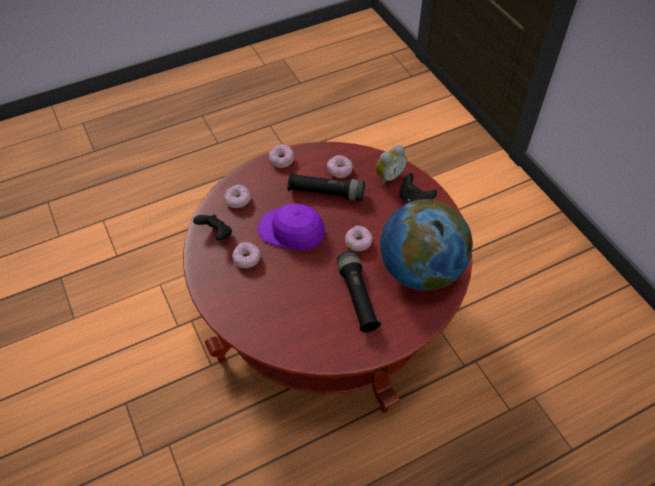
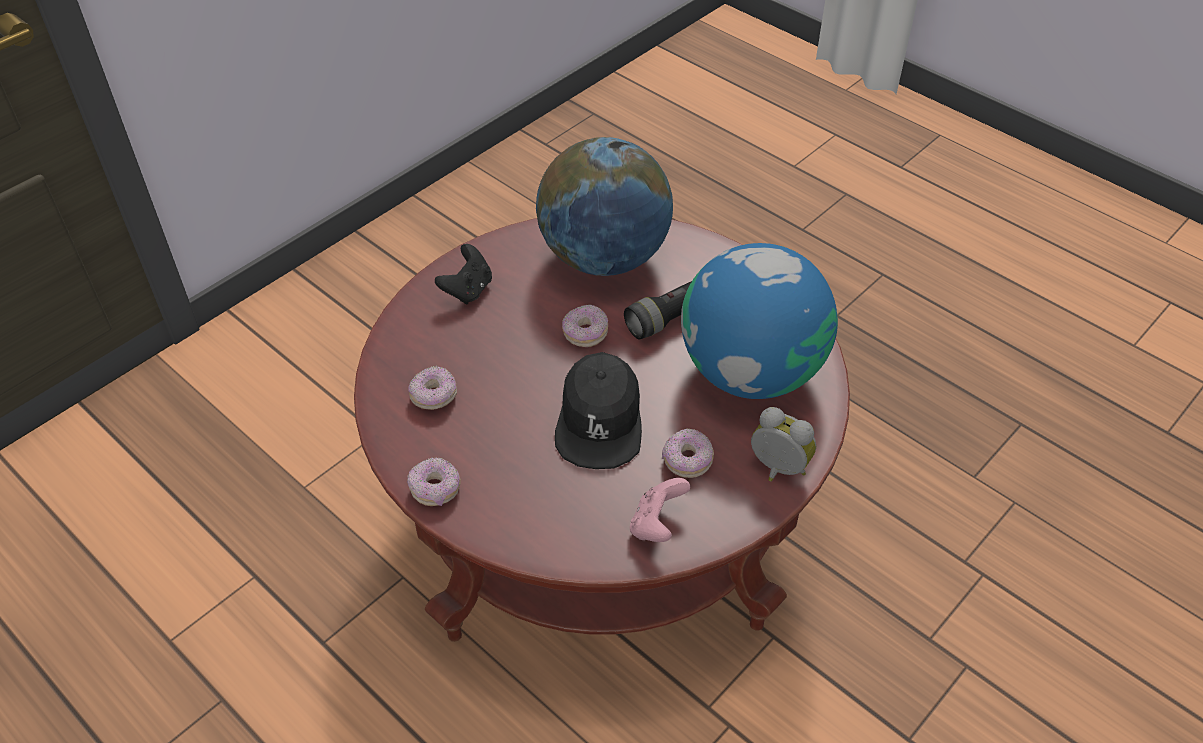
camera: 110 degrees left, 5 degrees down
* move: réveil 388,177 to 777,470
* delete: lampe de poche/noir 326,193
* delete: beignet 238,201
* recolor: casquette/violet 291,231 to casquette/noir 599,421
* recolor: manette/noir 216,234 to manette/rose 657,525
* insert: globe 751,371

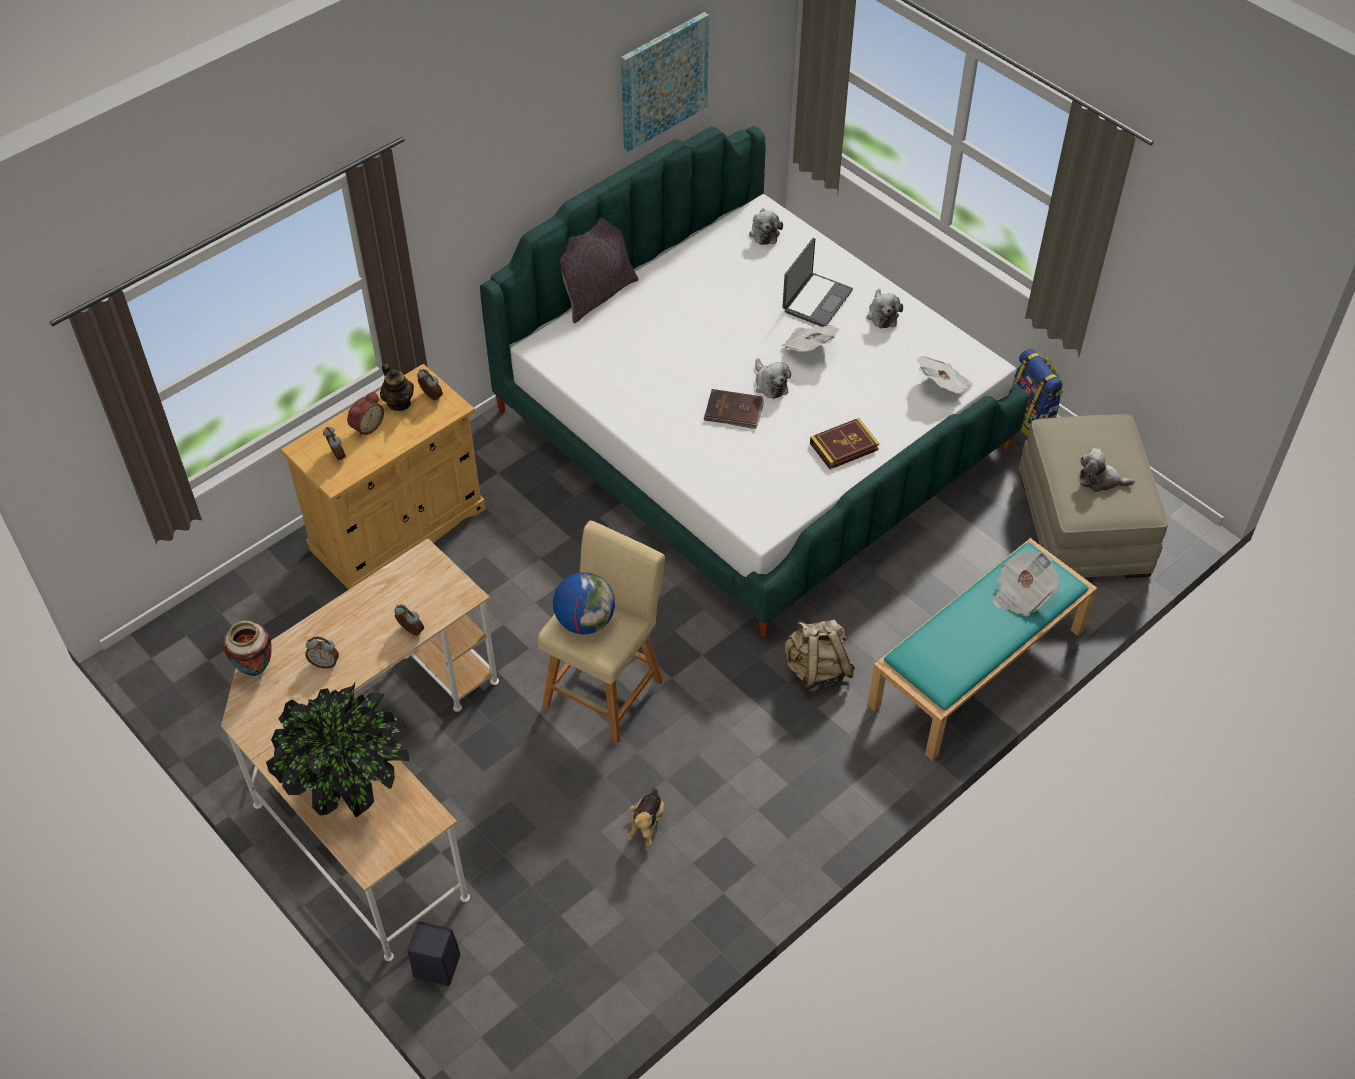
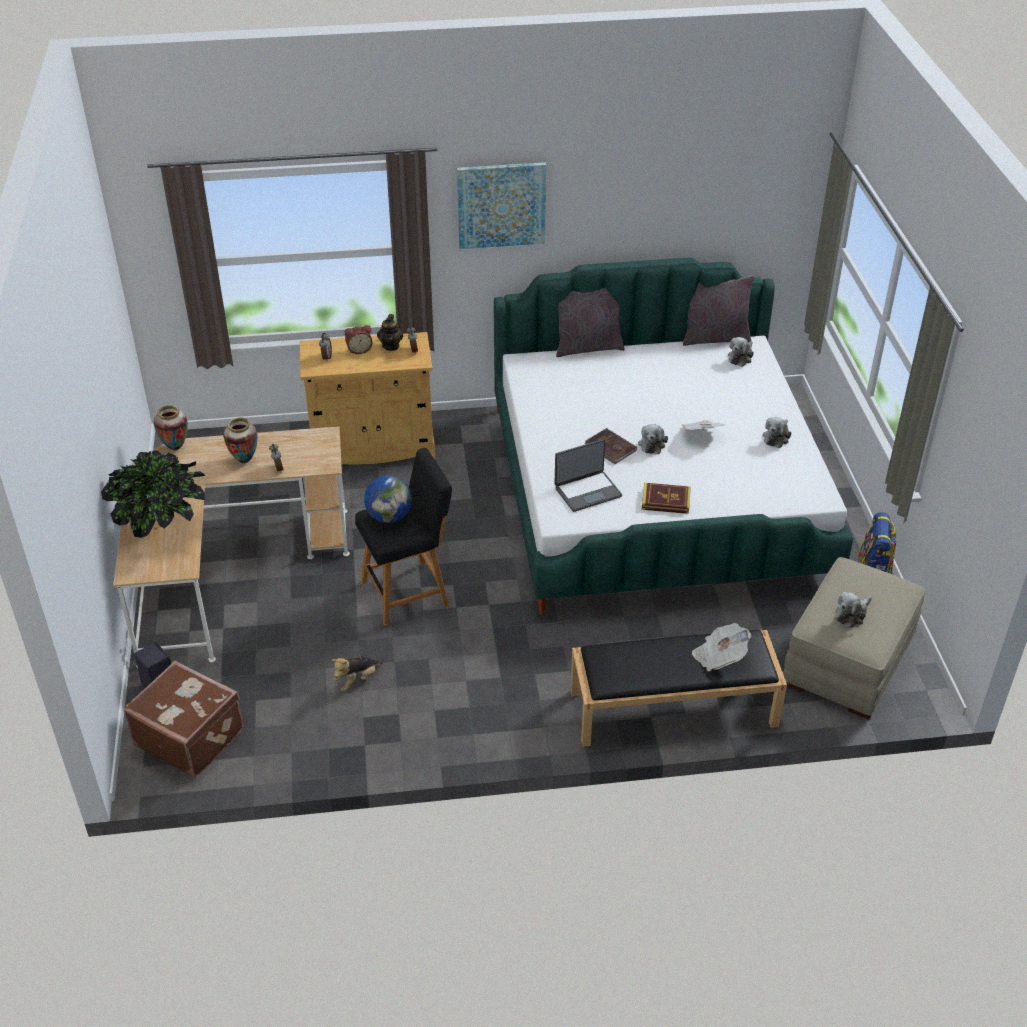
camera: 35 degrees right, 10 degrees down
* move: tableau 663,81 to 501,205
* move: ordinateur portable 816,300 to 587,491
* delete: journal 943,386
* rotate: peluche 1100,480 = 852,614 90 degrees counterclockwise
* recolor: tabouret/beige 606,688 to tabouret/noir 409,592
* recolor: banc/turquoise 977,669 to banc/noir 672,709
* delete: sac à dos/beige 816,671
* delete: réveil 325,663
* insert: coussin/gris 715,338
* insert: vase 244,460
* insert: valise/marron 190,736

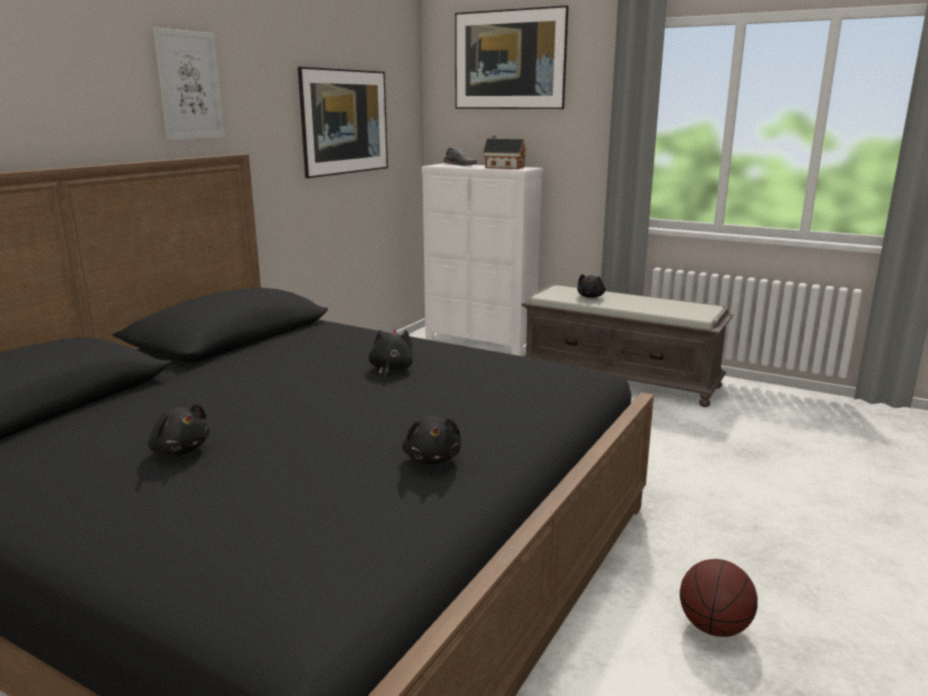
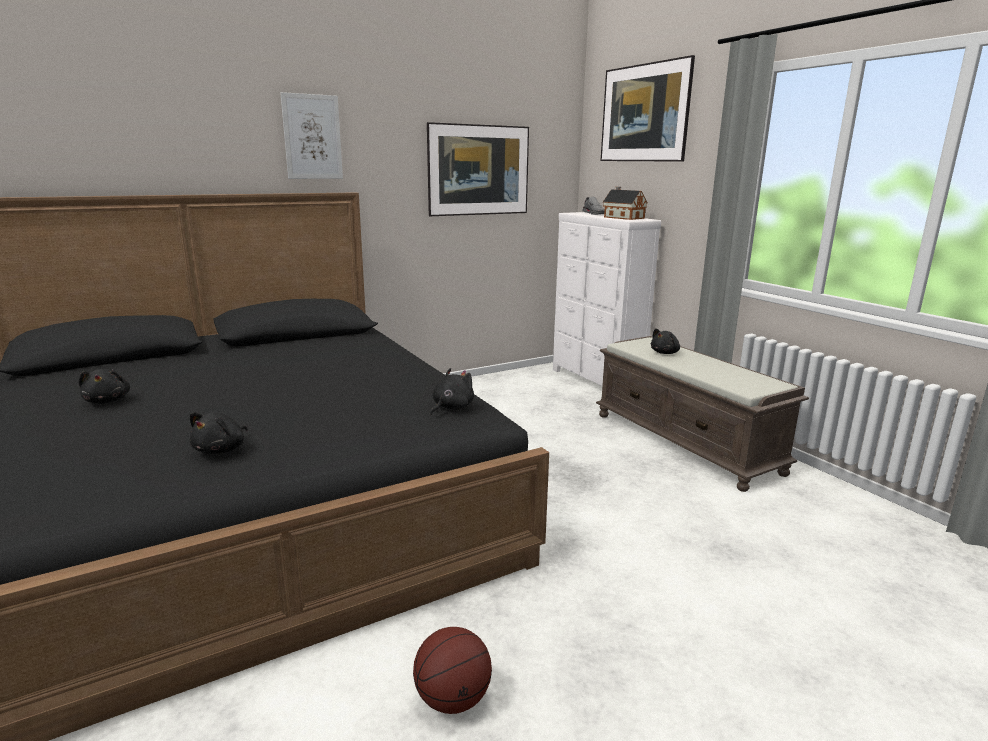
camera: 30 degrees right, 0 degrees up
* move: peluche/noir 391,369 to 451,408

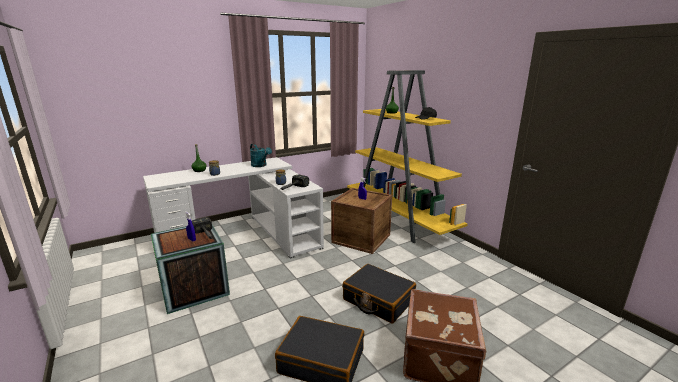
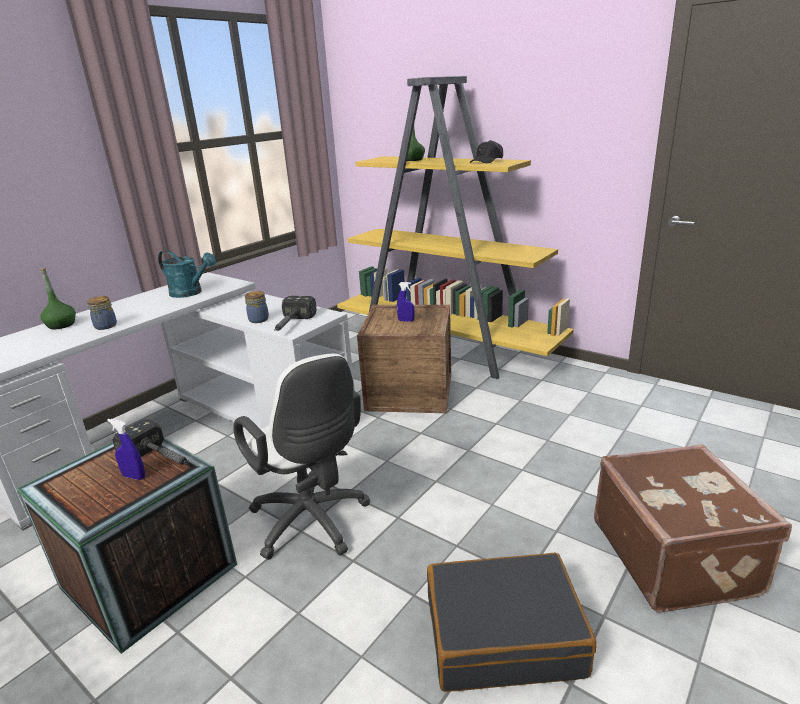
camera: 20 degrees left, 5 degrees up
* delete: valise/noir 378,300
* insert: chaise de bureau/blanc 313,523

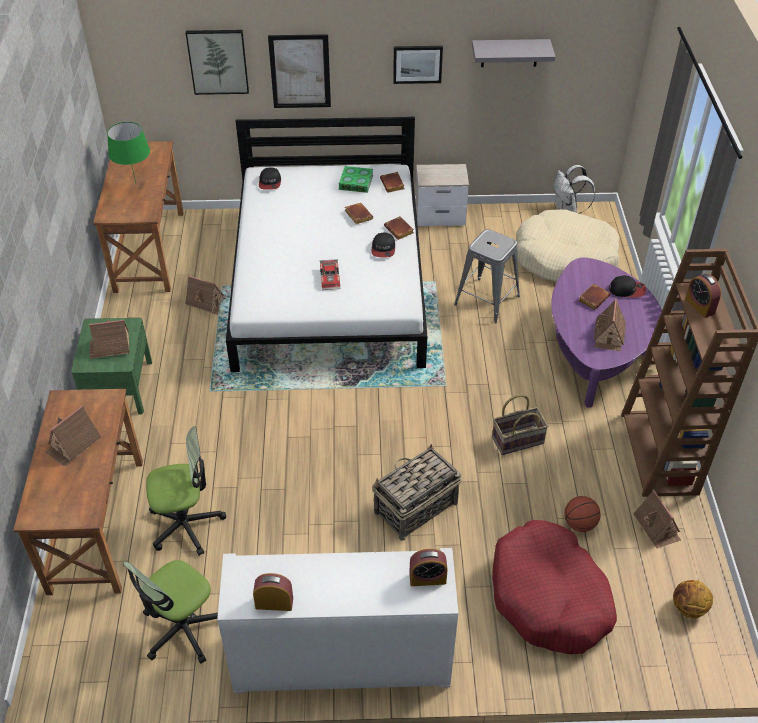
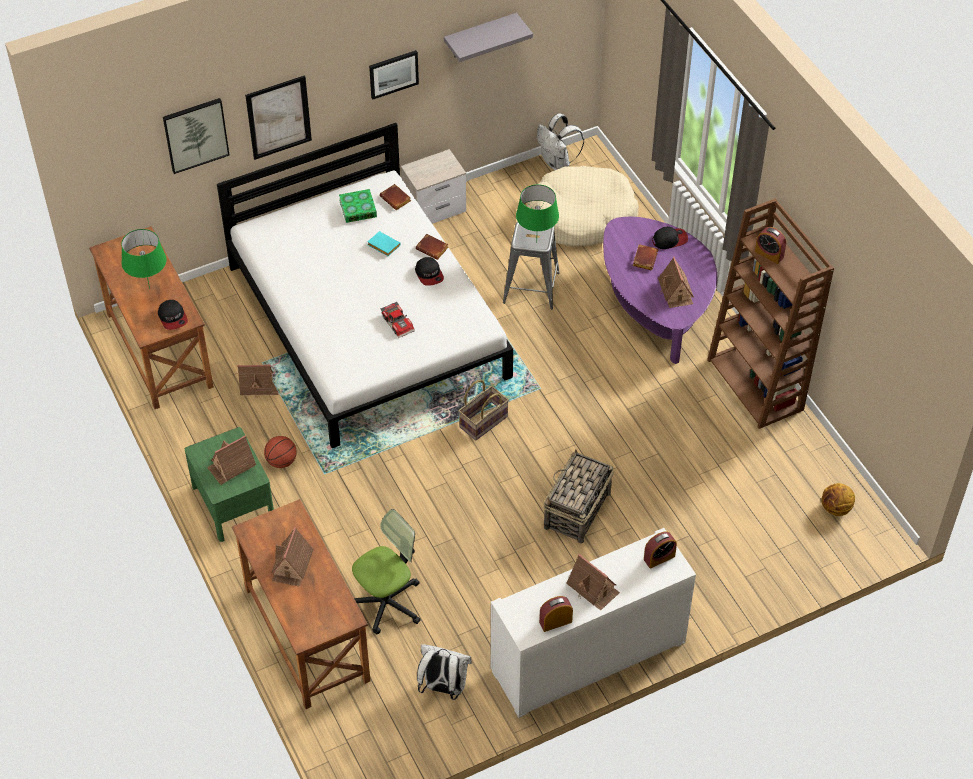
camera: 25 degrees left, 5 degrees up
* move: casquette 270,182 to 173,317
* recolor: livre/marron 357,215 to livre/turquoise 382,246
* move: panier 517,439 to 483,421
* move: maison miniature 657,527 to 593,588
* move: ballon de basket 579,524 to 281,461
* delete: panier pour chien/rouge 549,597
* replace: chaise de bureau 182,629 to sac à dos/blanc 443,687
* insert: lampe de table/vert 536,242

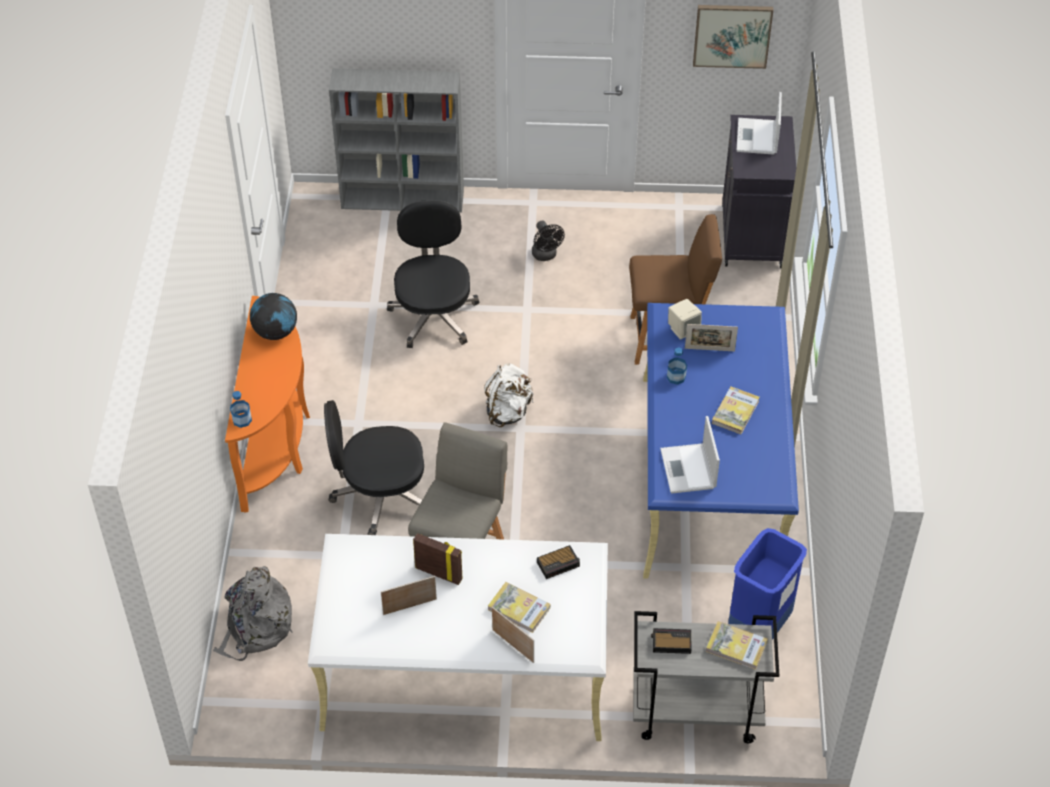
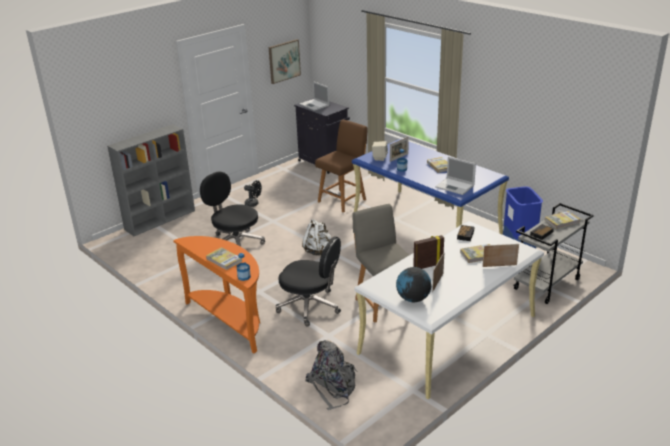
camera: 45 degrees left, 20 degrees down
* move: globe 275,332 to 413,299
* rotate: chaise de bureau/noir 380,496 = 310,306 105 degrees counterclockwise
* insert: livre 224,260

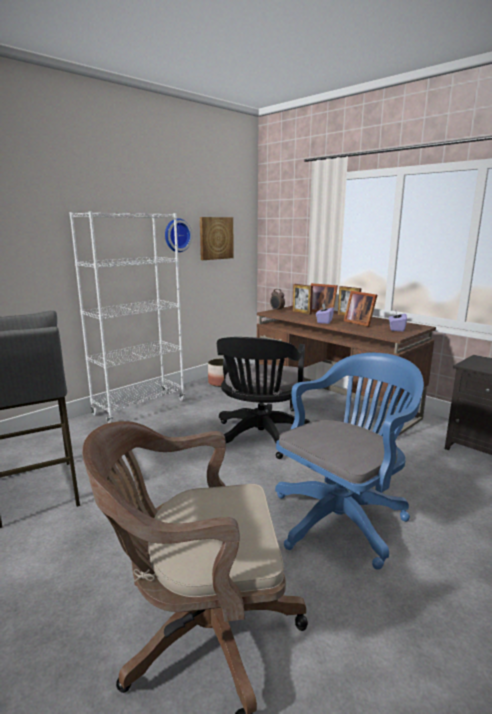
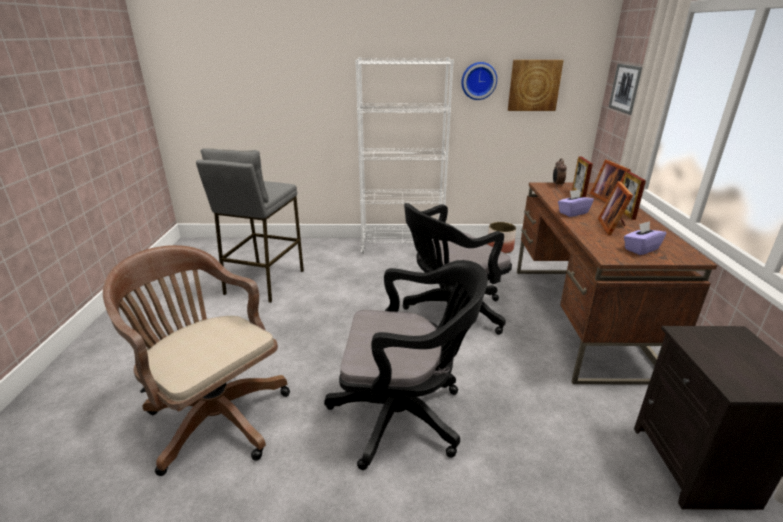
camera: 45 degrees right, 10 degrees up
* recolor: chaise de bureau/bleu 343,517 to chaise de bureau/noir 404,416
* insert: tableau 627,88

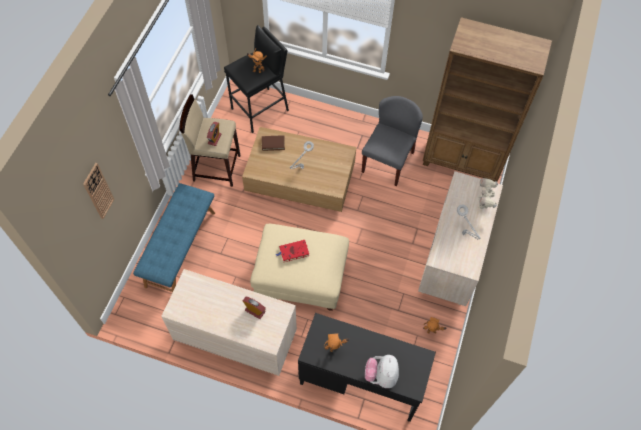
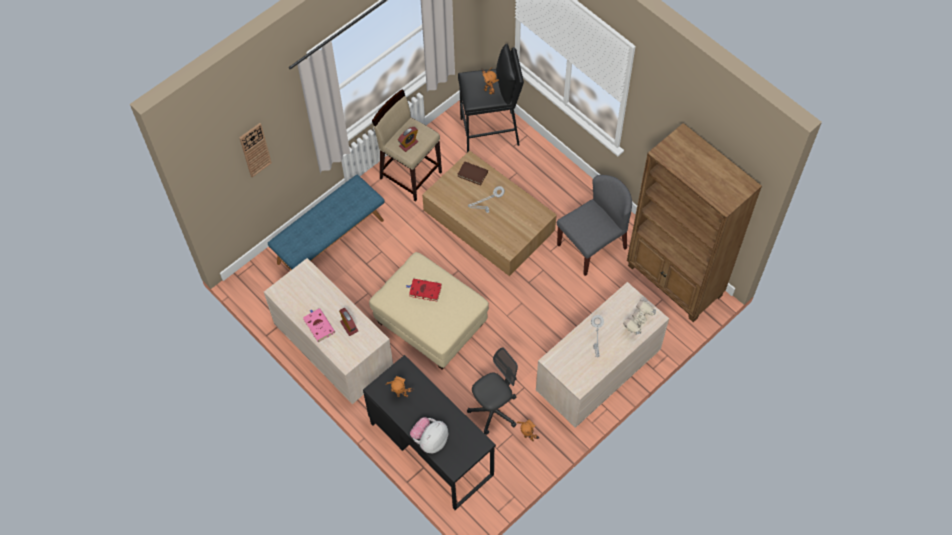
camera: 30 degrees right, 0 degrees up
* insert: livre/rose 318,325
* insert: chaise de bureau/gris 493,411

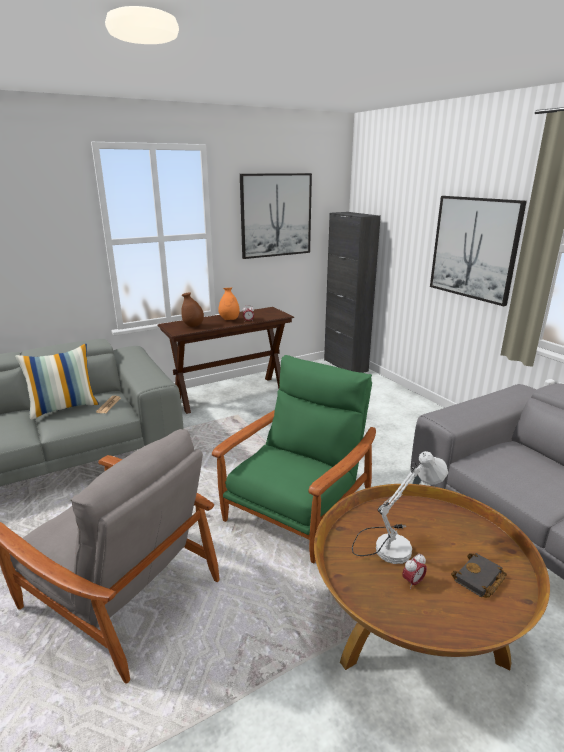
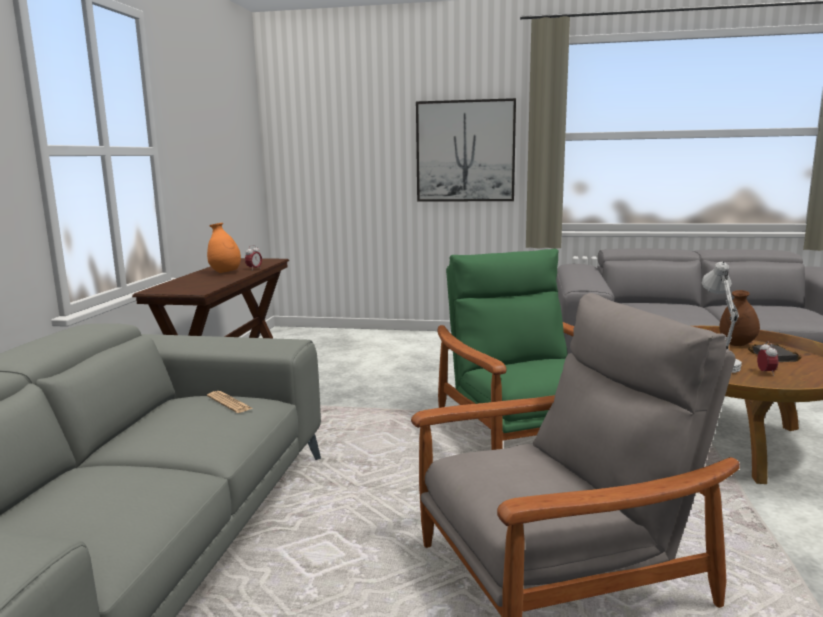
camera: 50 degrees left, 10 degrees down
* delete: tableau 276,215
* delete: meuble de rangement/noir 345,365
* move: vase/marron 193,326 to 737,344
* delete: coussin 64,407

